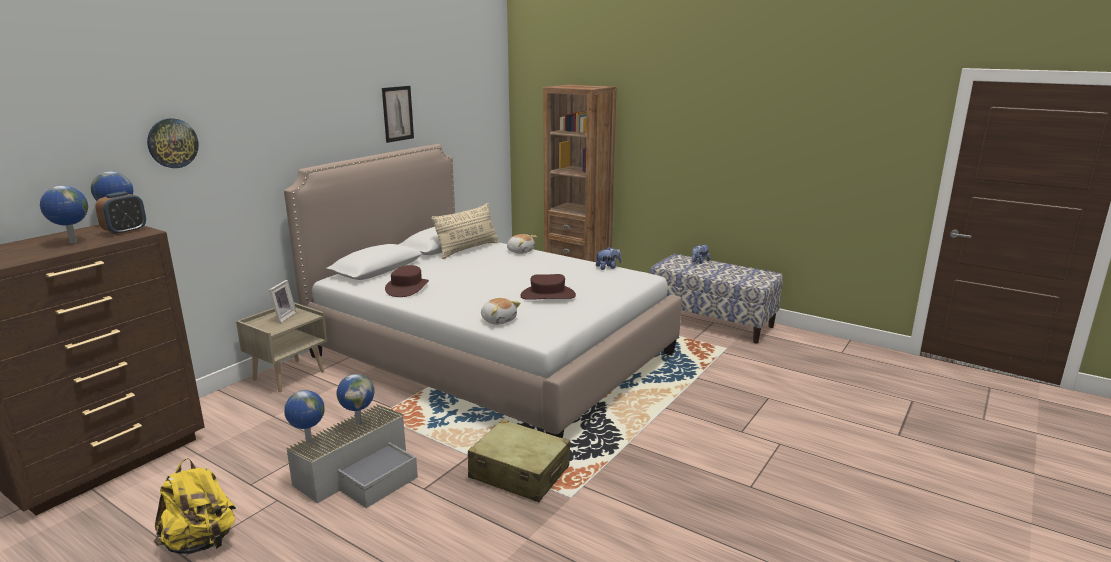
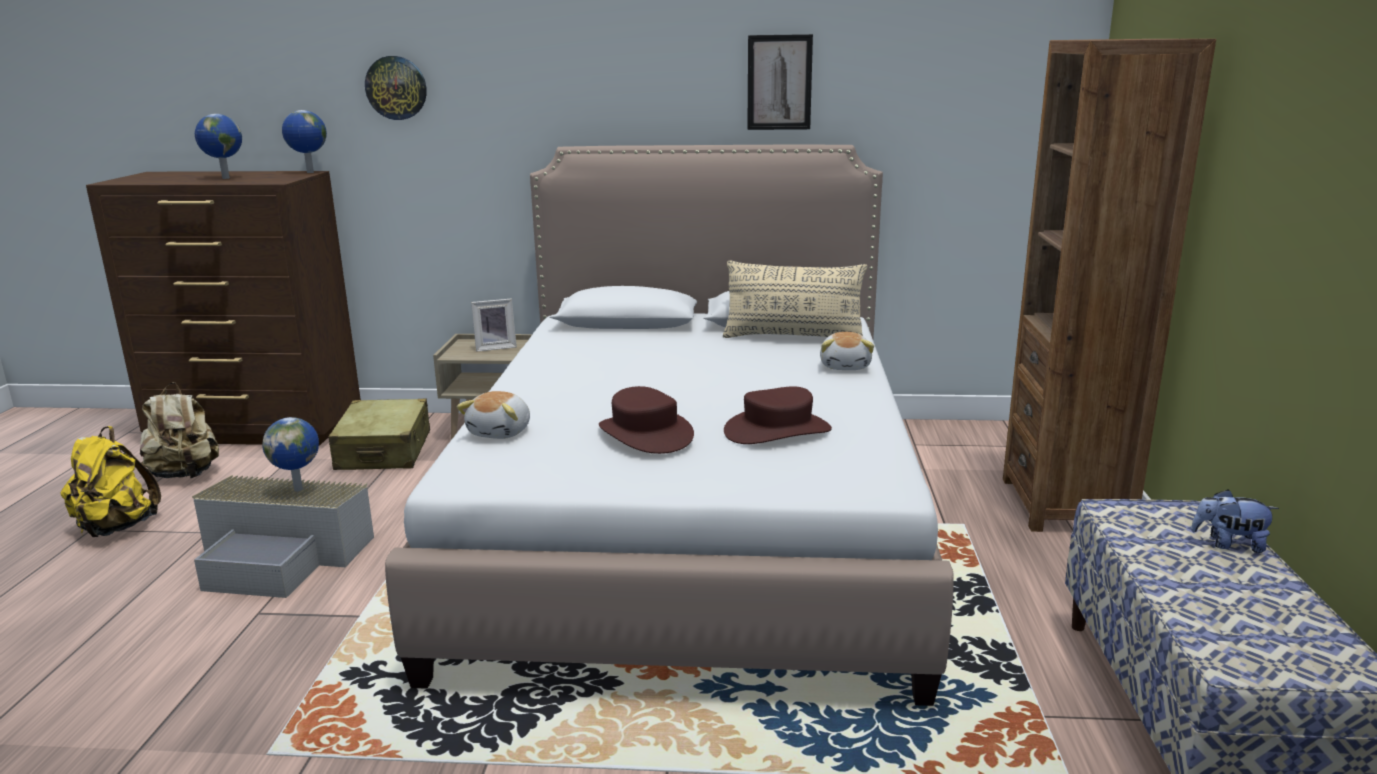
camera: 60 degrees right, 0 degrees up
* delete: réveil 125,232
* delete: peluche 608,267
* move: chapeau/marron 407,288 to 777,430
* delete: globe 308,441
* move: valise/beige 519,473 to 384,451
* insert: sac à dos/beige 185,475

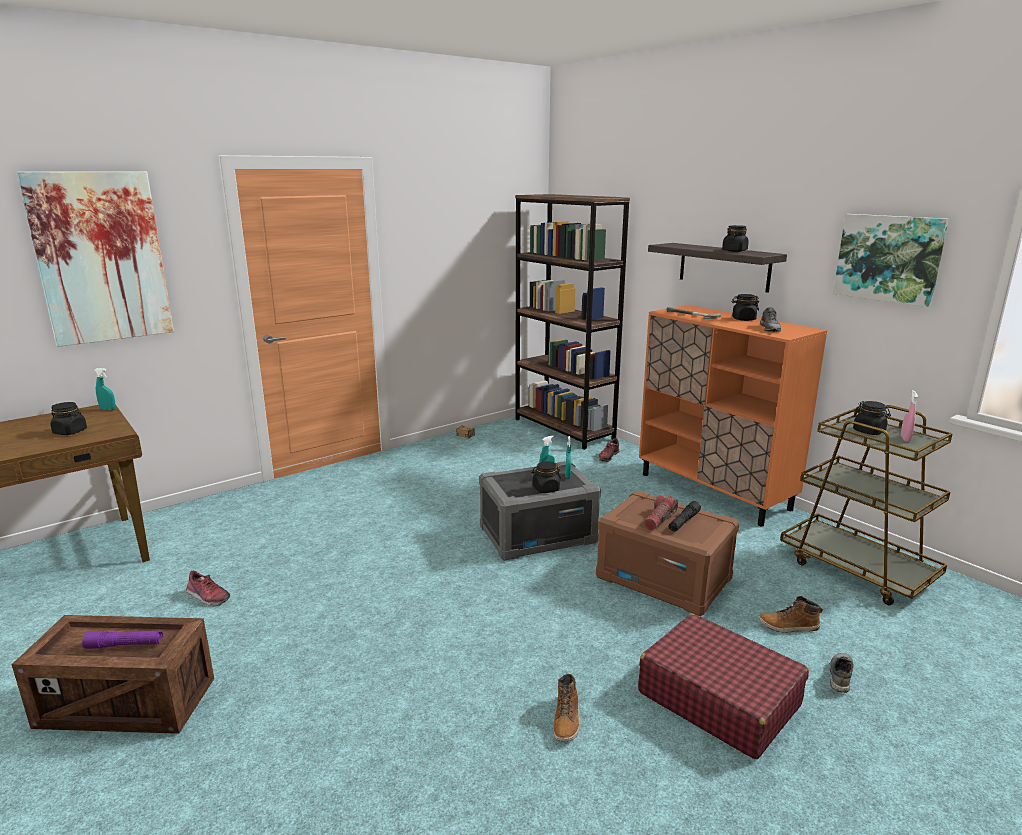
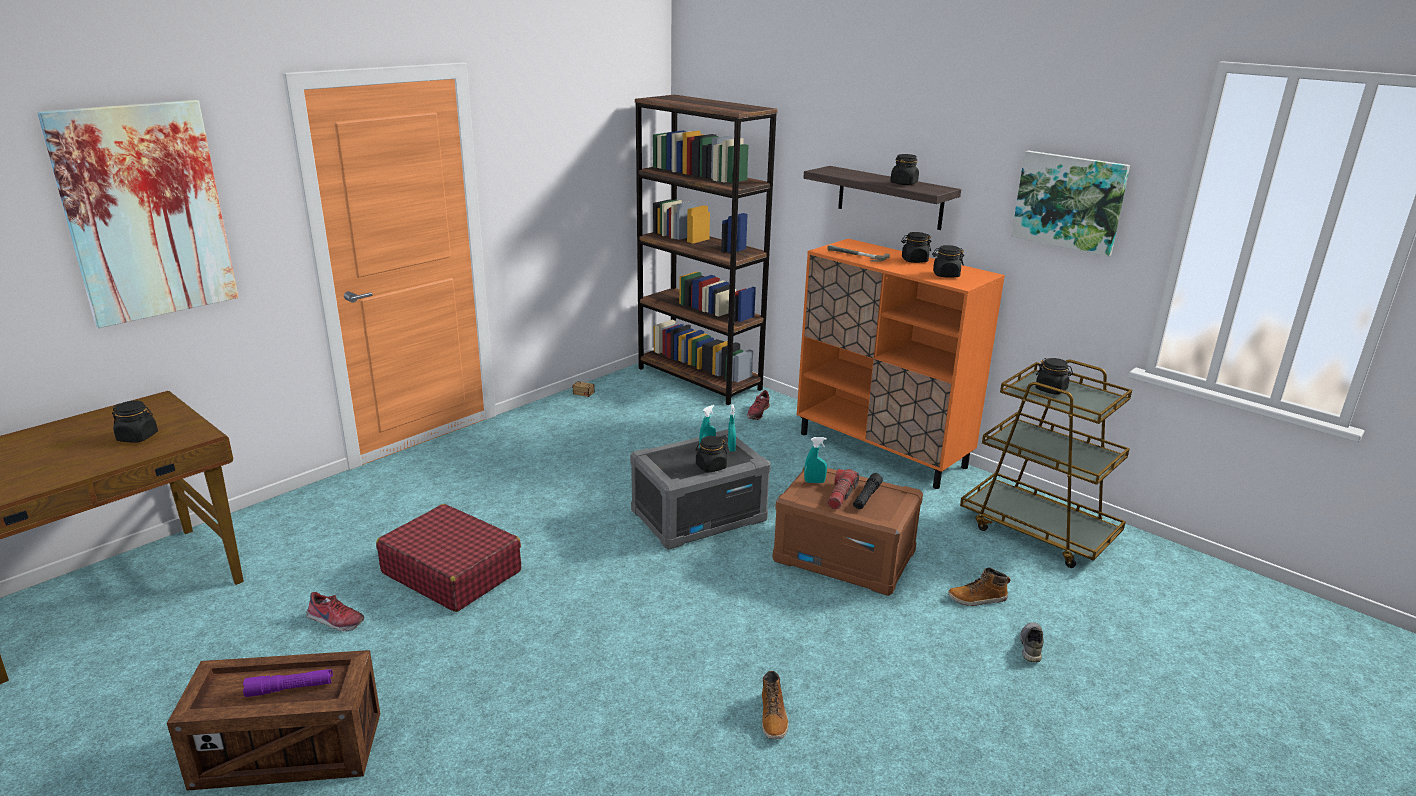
camera: 10 degrees left, 5 degrees up
* replace: chaussure/gris 770,329 to bocal/noir 945,275
* move: vaporisateur/turquoise 108,409 to 814,482
* delete: vaporisateur/rose 905,439
* move: valise/rouge 718,698 to 451,572

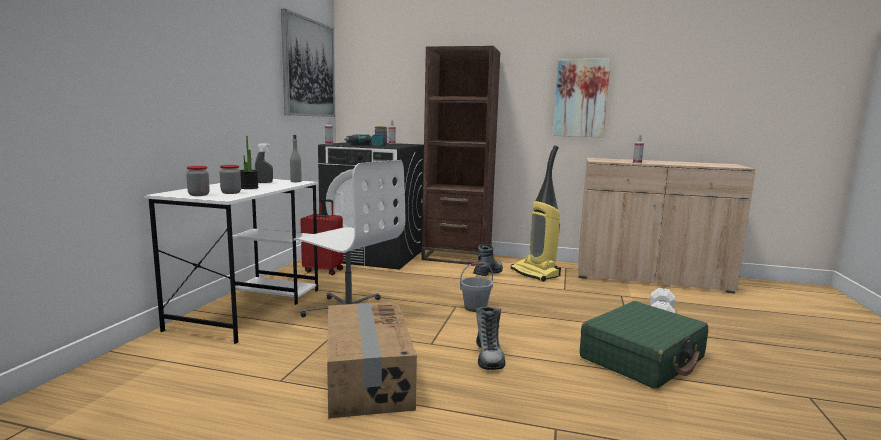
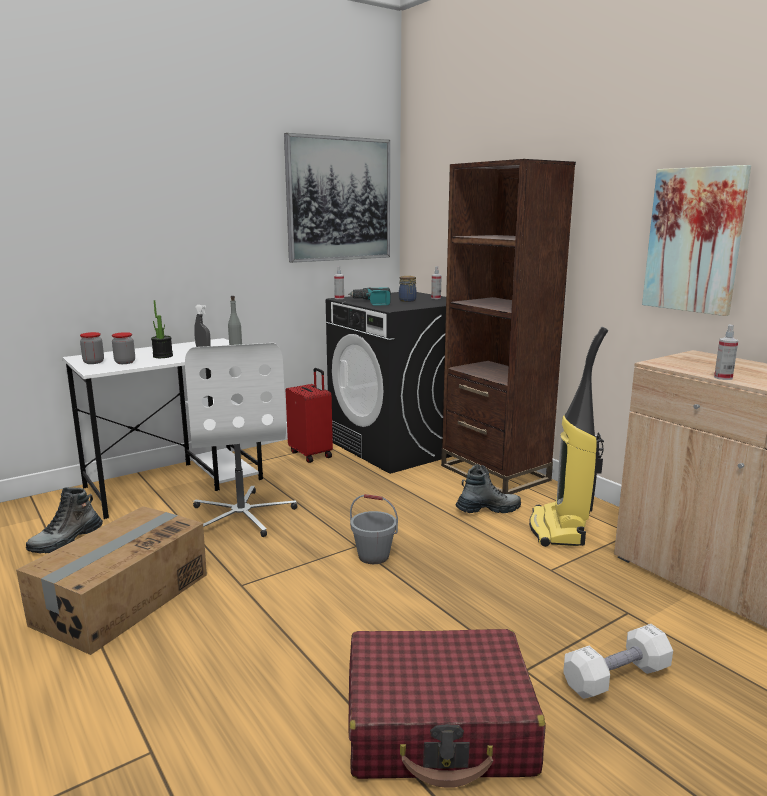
camera: 40 degrees right, 5 degrees up
* recolor: valise/vert 642,358 to valise/rouge 439,725
* move: botte 489,357 to 66,540

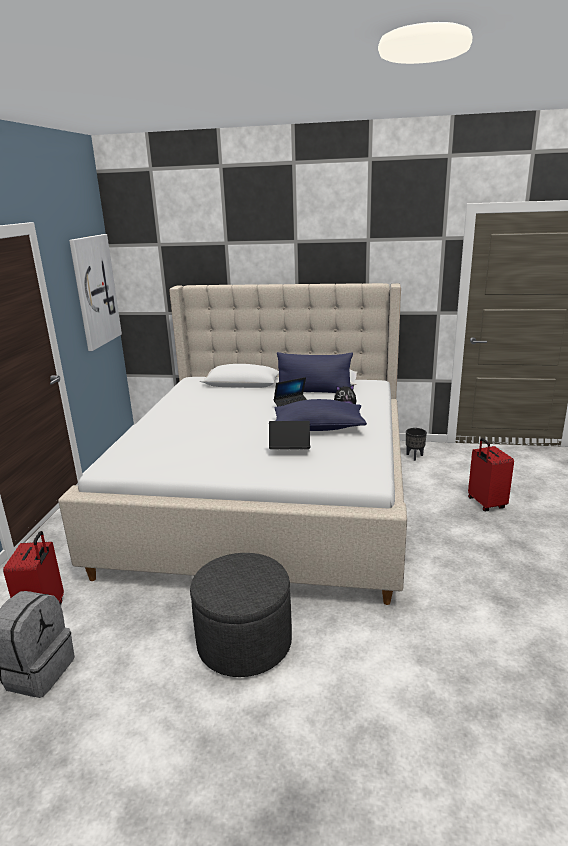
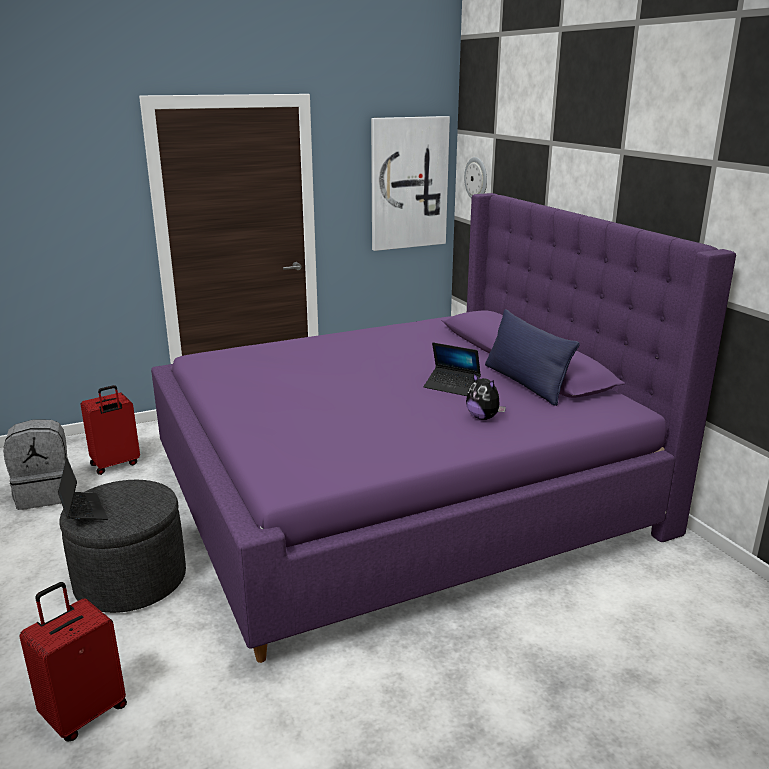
camera: 55 degrees right, 0 degrees up
* recolor: lit/beige 268,499 to lit/violet 403,495
* delete: coussin/bleu 318,428
* move: ordinateur portable 290,451 to 83,511
* delete: cache-pot/noir 415,456
* move: valise/rouge 485,504 to 84,713
* insert: horloge murale 476,178

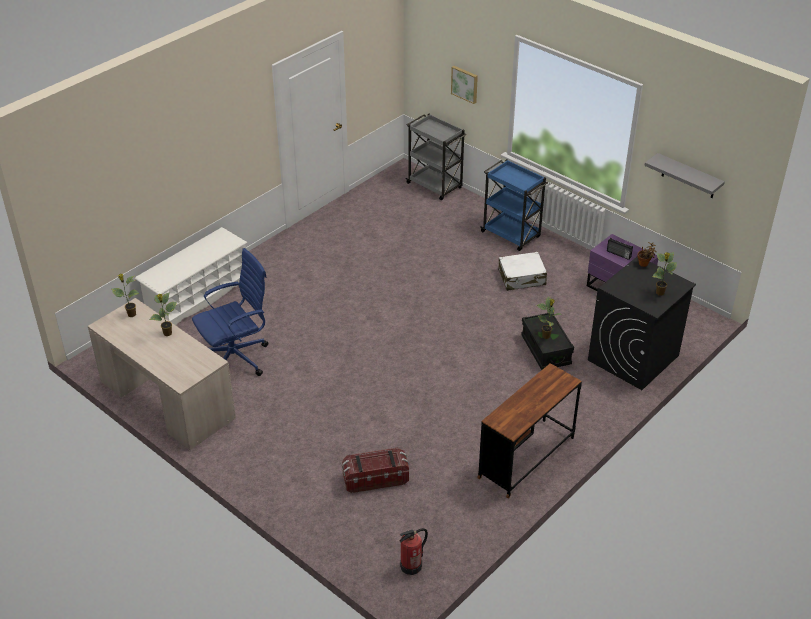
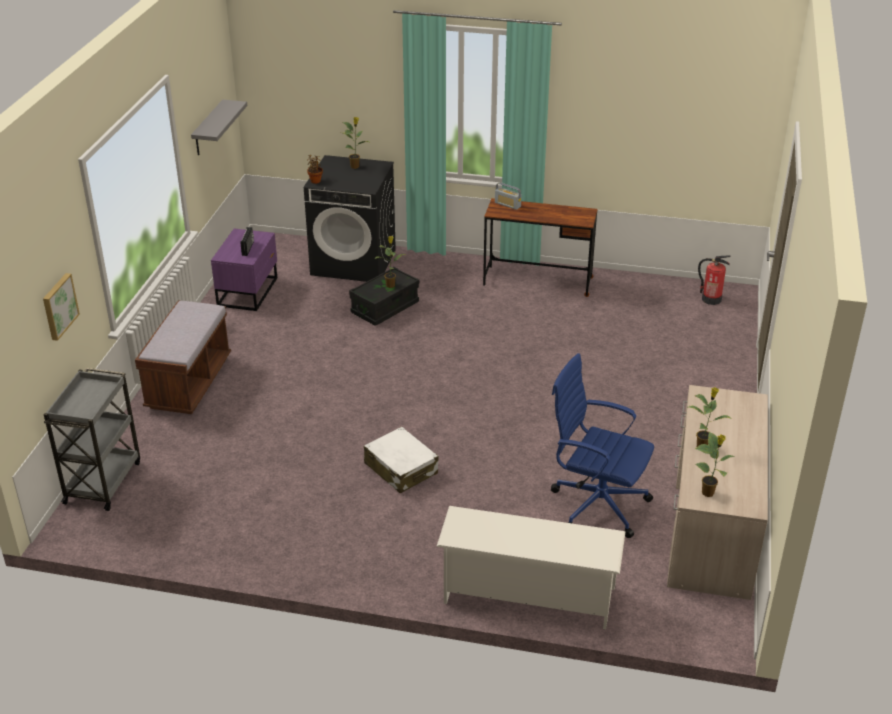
camera: 120 degrees left, 5 degrees down
* replace: chariot/bleu 511,235 to banc/marron 189,383
* move: valise/blanc 522,278 to 401,469
* delete: boîte de rangement 375,479
* insert: radio 507,205

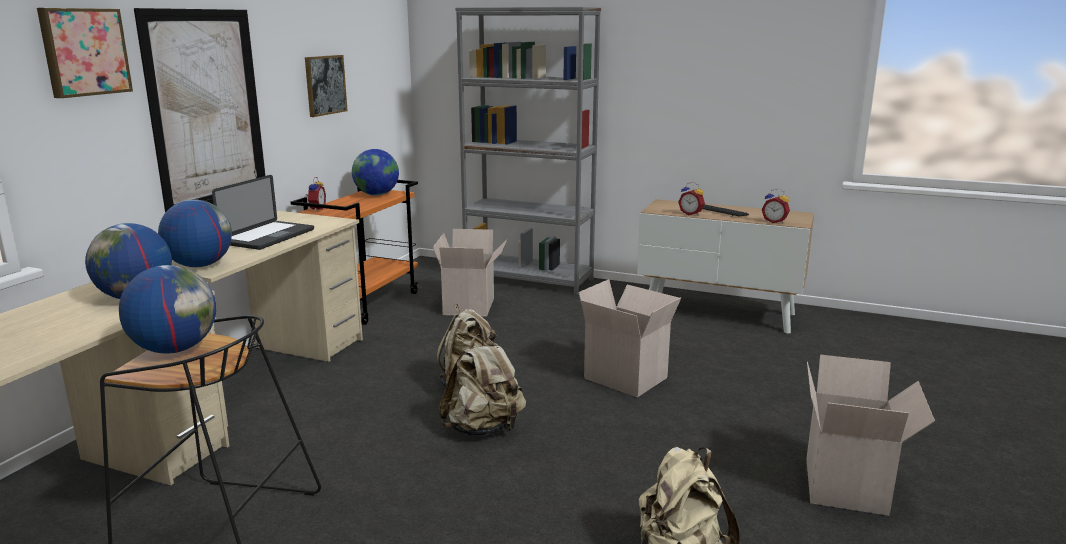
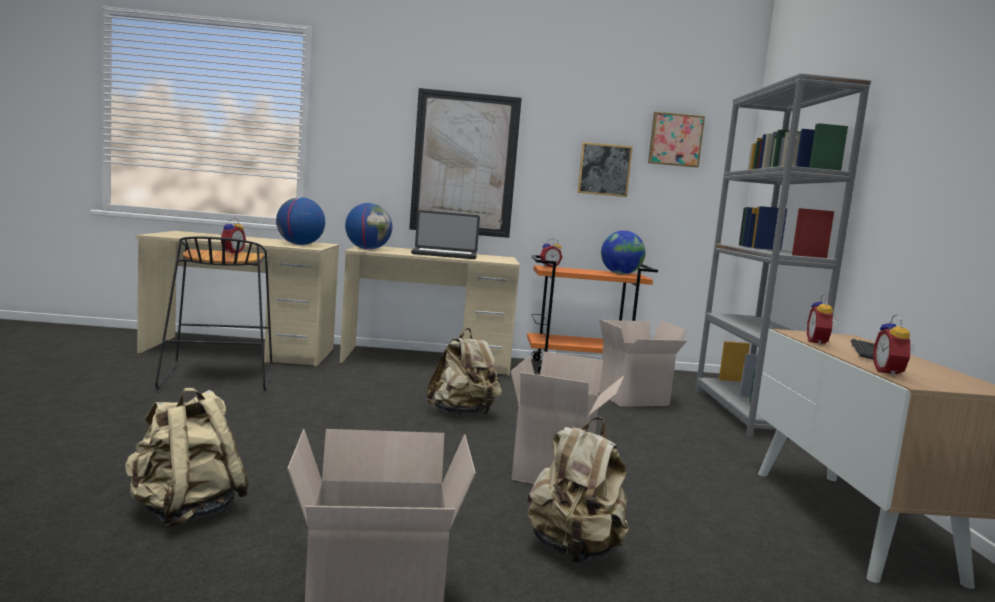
camera: 65 degrees right, 10 degrees down
* move: tableau 84,52 to 675,140
* replace: globe 175,349 to réveil 231,252
* move: sac à dos/beige 484,429 to 575,550

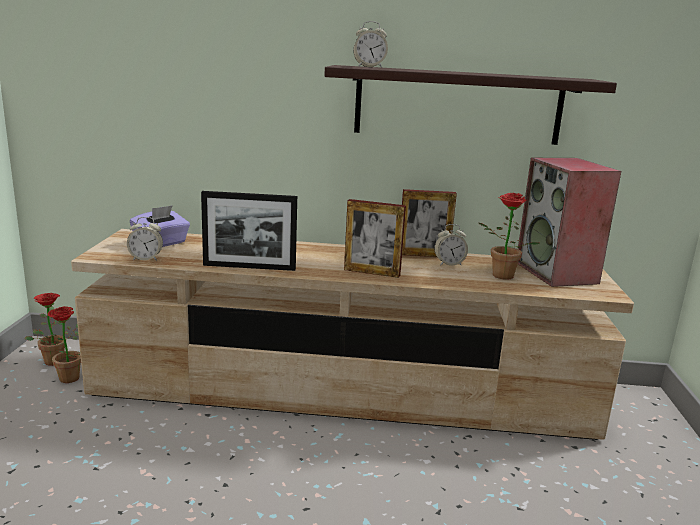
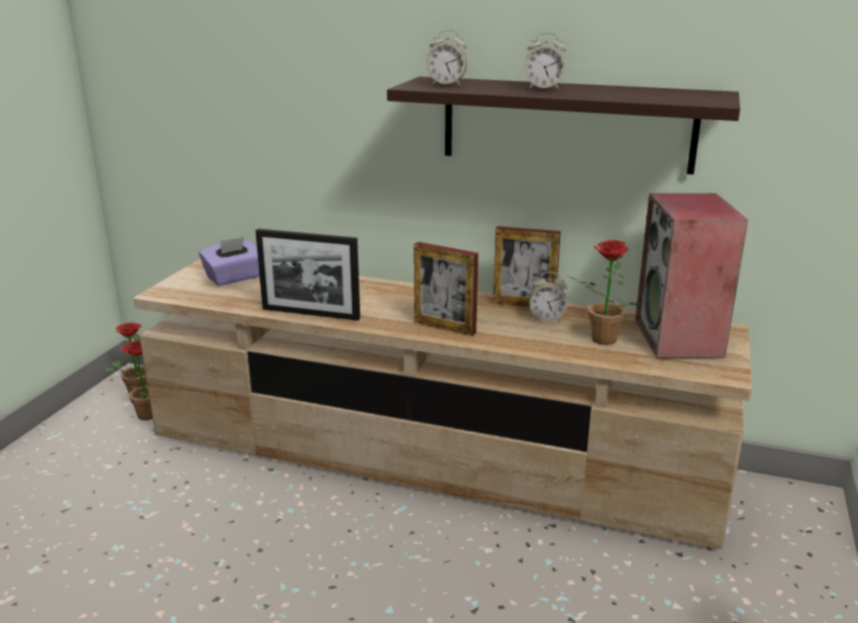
camera: 15 degrees right, 5 degrees up
* move: réveil 146,259 to 543,89

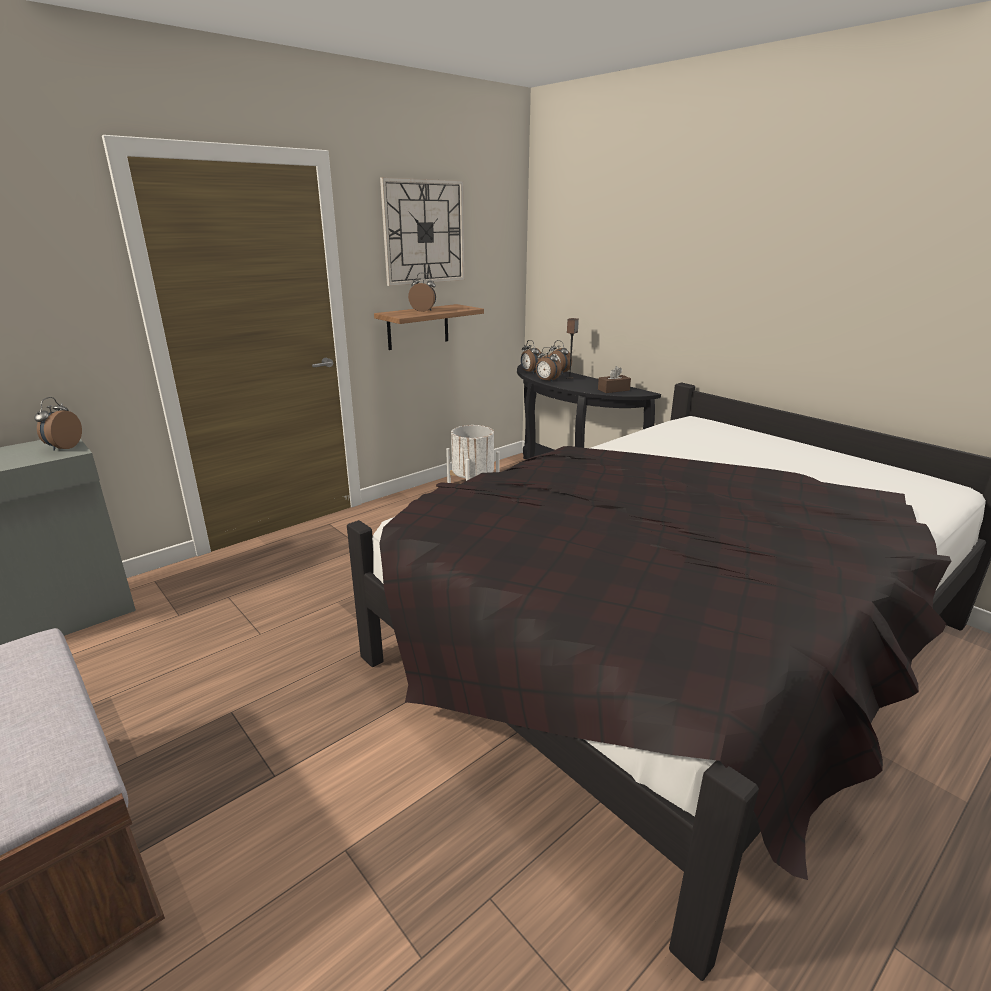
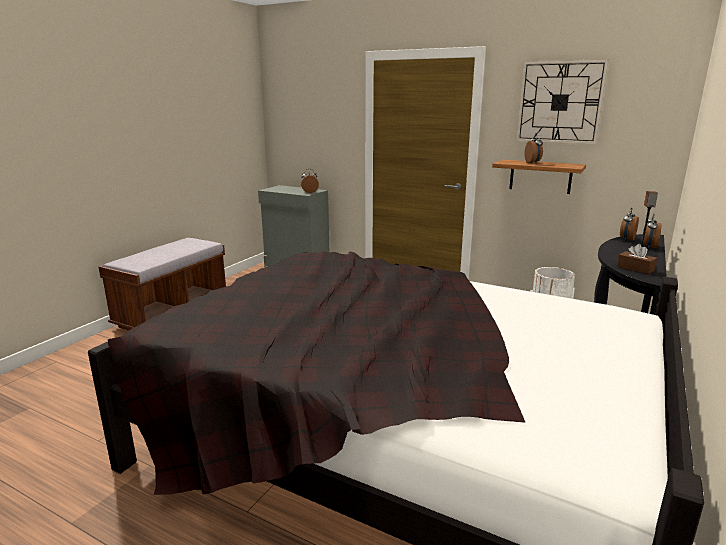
camera: 70 degrees right, 5 degrees down
* delete: réveil 546,381

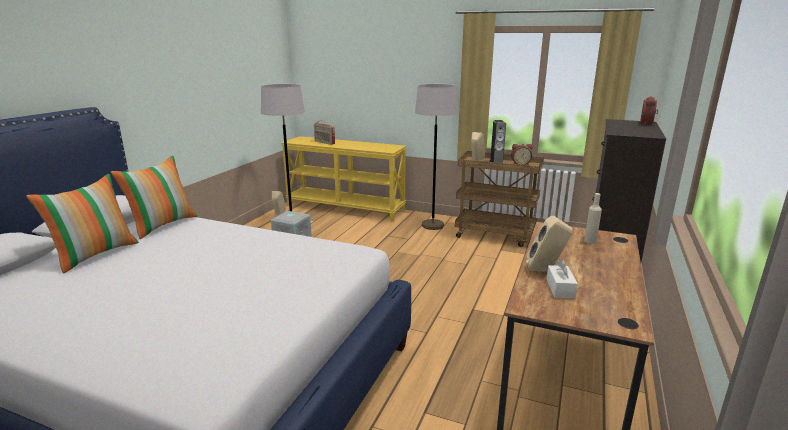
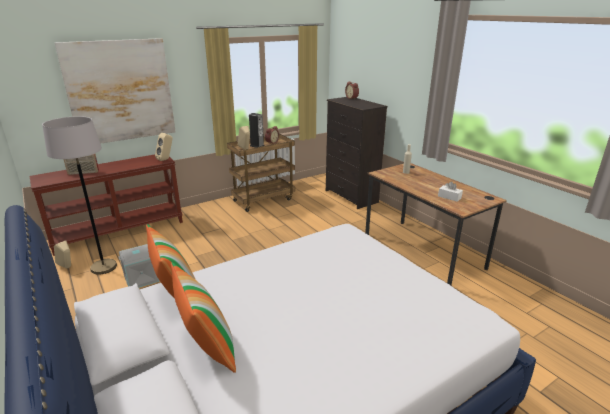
camera: 55 degrees left, 5 degrees up
* delete: lampadaire/gris 432,225
* recolor: table console/jaune 346,208 to table console/marron 119,231
* move: enceinte/beige 545,271 to 166,159
* insert: tableau 120,91

